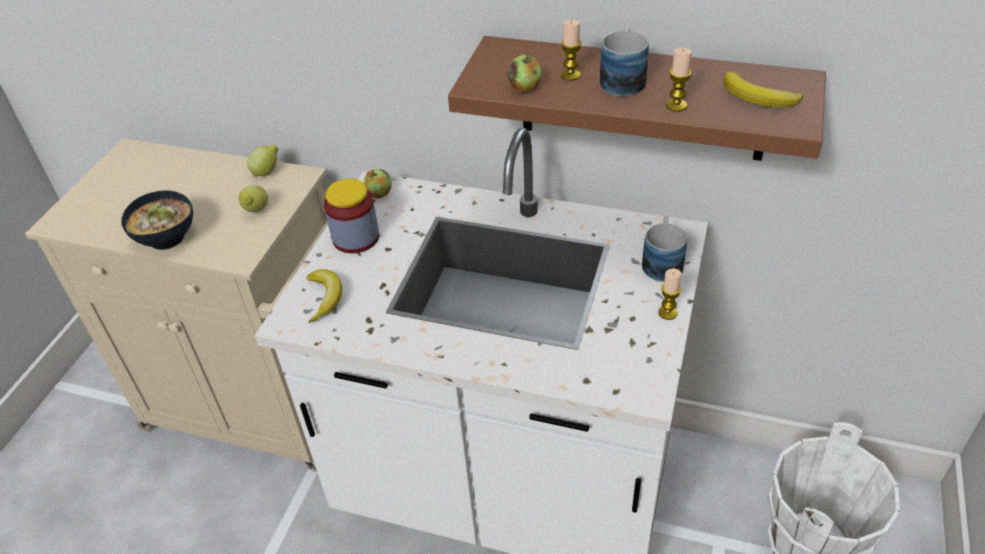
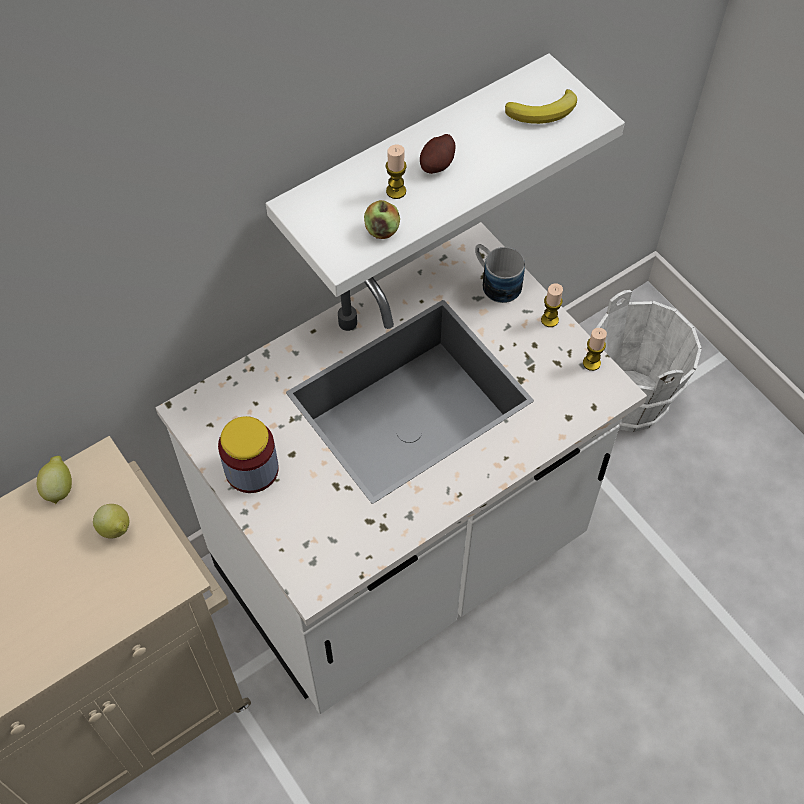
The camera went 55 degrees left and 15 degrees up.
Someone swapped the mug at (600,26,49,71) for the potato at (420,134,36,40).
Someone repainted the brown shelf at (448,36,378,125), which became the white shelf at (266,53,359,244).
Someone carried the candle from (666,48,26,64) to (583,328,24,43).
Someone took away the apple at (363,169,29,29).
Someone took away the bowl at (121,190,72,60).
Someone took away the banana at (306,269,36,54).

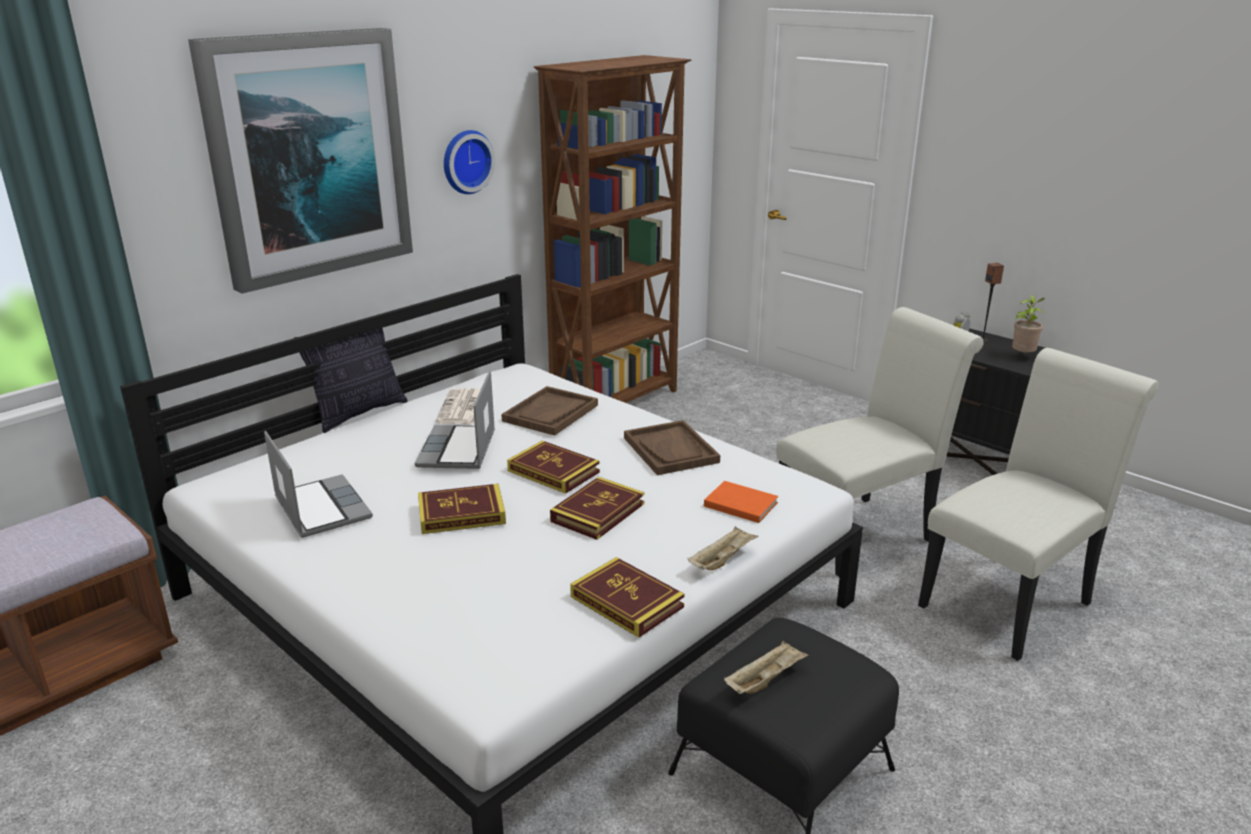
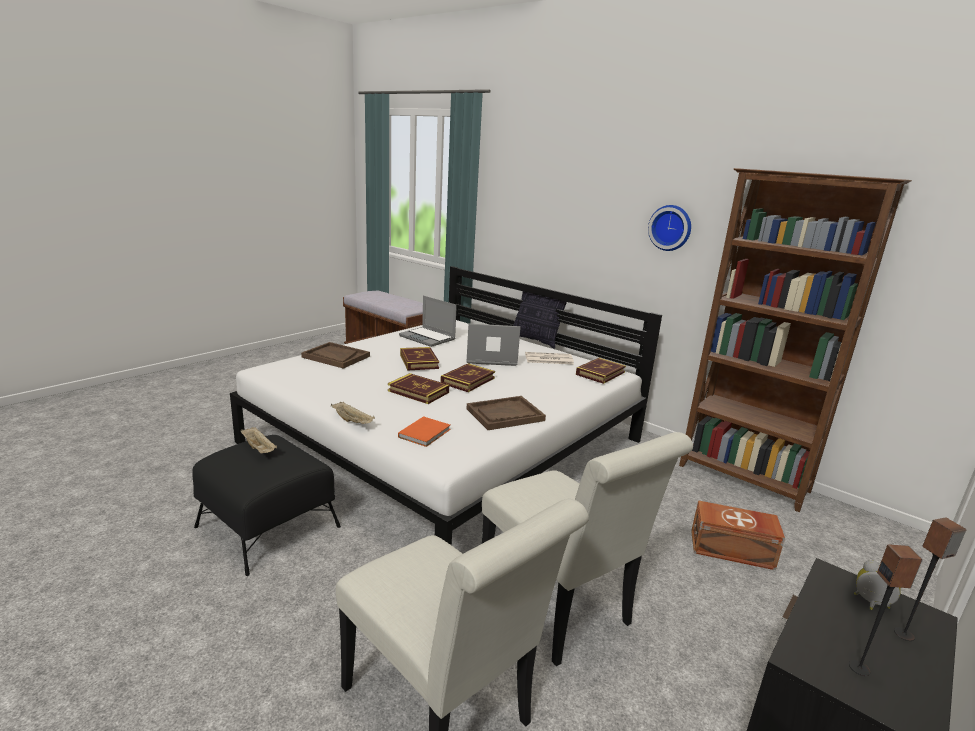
The camera went 85 degrees right and 5 degrees down.
Someone took away the picture at (188,28,225,266).
Someone swapped the potted plant at (1012,295,33,58) for the speaker at (849,544,74,132).
Someone carried the brown tray from (501,386,97,50) to (301,342,69,27).
Someone rotated the laptop at (264,431,109,107) by 75 degrees clockwise.
Someone carried the book from (570,557,115,81) to (576,358,50,26).
Someone put down the brown storage box at (691,500,94,70).

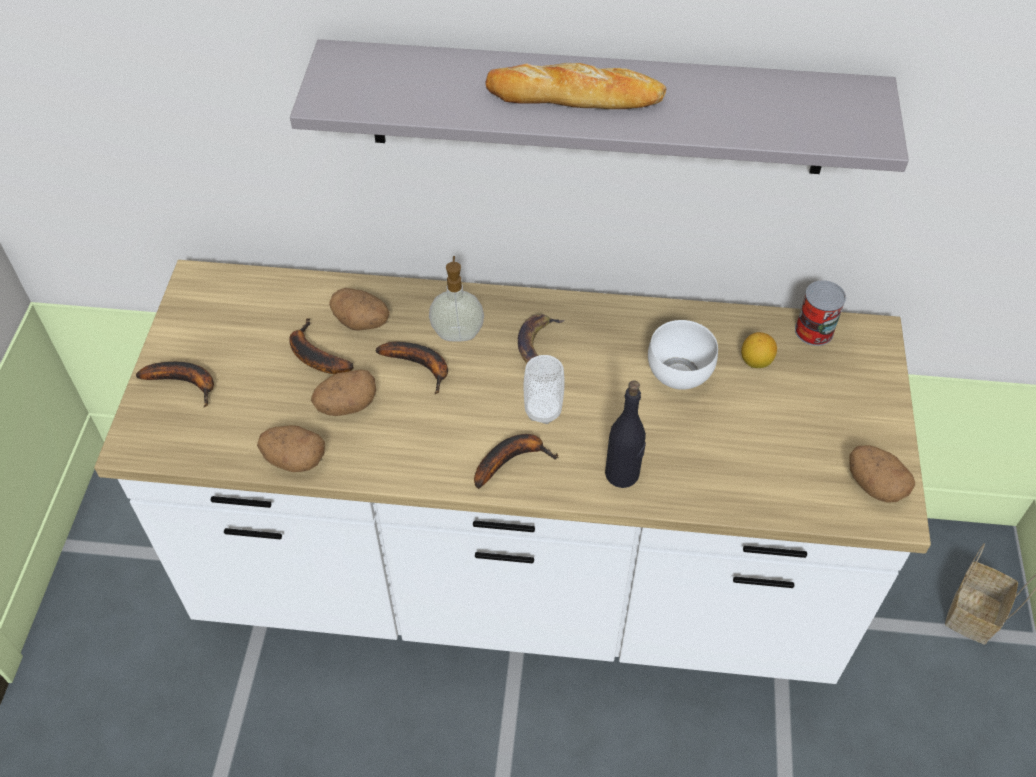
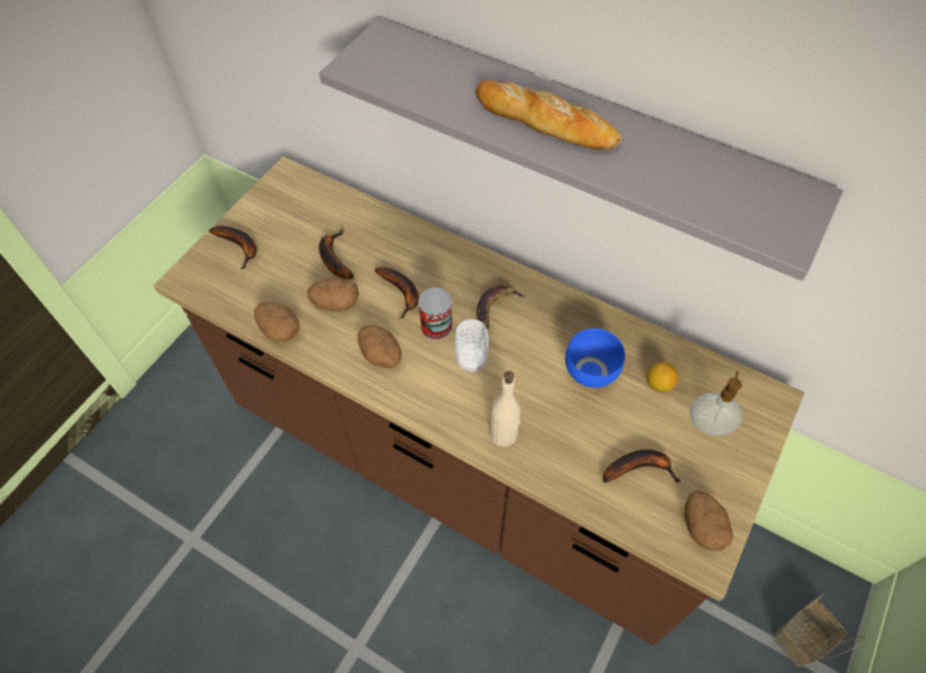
The camera went 25 degrees right and 5 degrees up.
Someone carried the soap dispenser from (429,256,55,85) to (690,371,53,65).
Someone repainted the white counter at (94,260,837,424), which became the brown counter at (153,156,651,490).
Someone carried the can from (795,280,51,66) to (418,287,35,53).
Someone carried the potato from (329,288,61,43) to (358,325,44,43).
Someone repainted the white bowl at (648,320,70,70), which became the blue bowl at (565,328,60,60).
Someone repainted the black bottle at (605,380,41,108), which became the beige bottle at (490,371,31,76).
Someone carried the banana from (474,434,85,55) to (603,449,78,34).

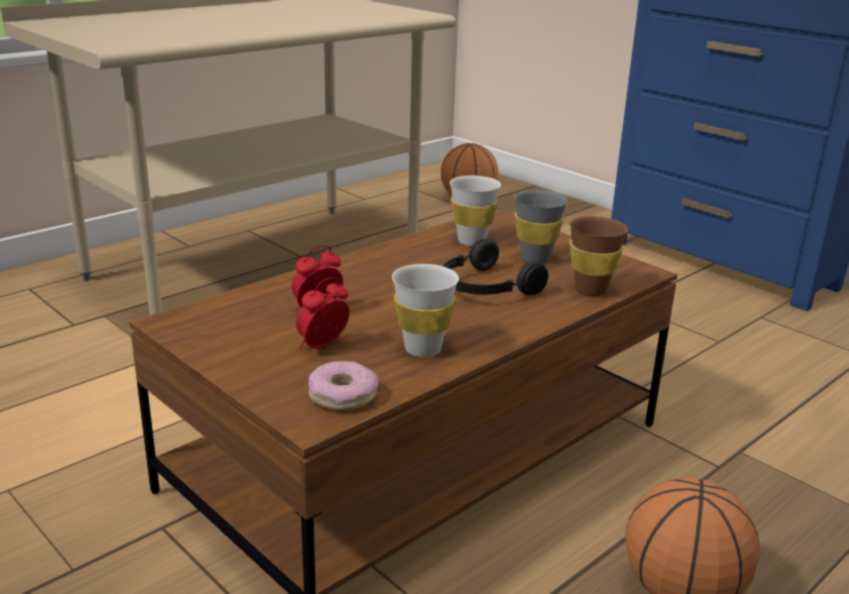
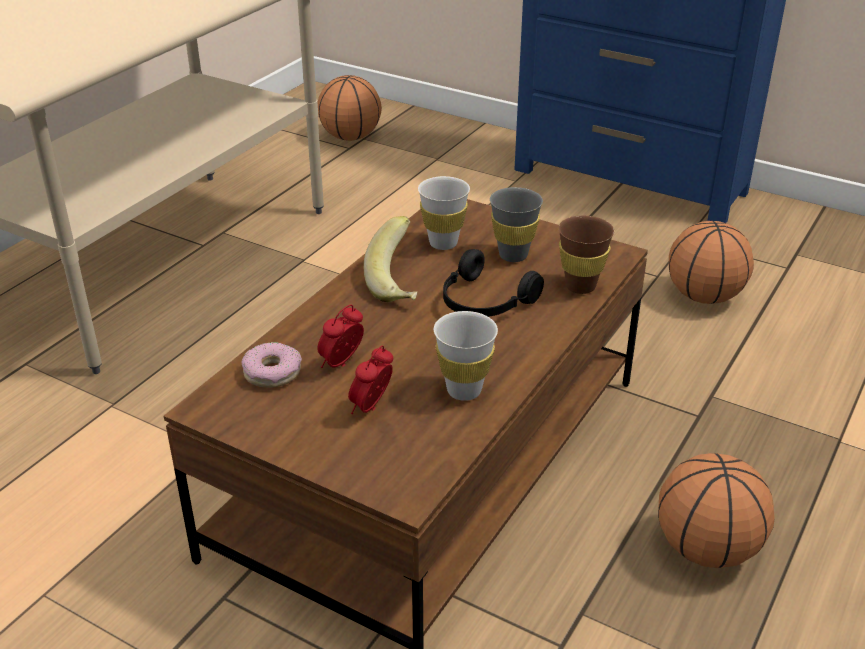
The camera went 15 degrees left and 10 degrees up.
Someone carried the donut from (309,361,70,50) to (242,342,60,46).
Someone put down the banana at (364,216,53,86).
Someone put down the basketball at (669,221,85,83).

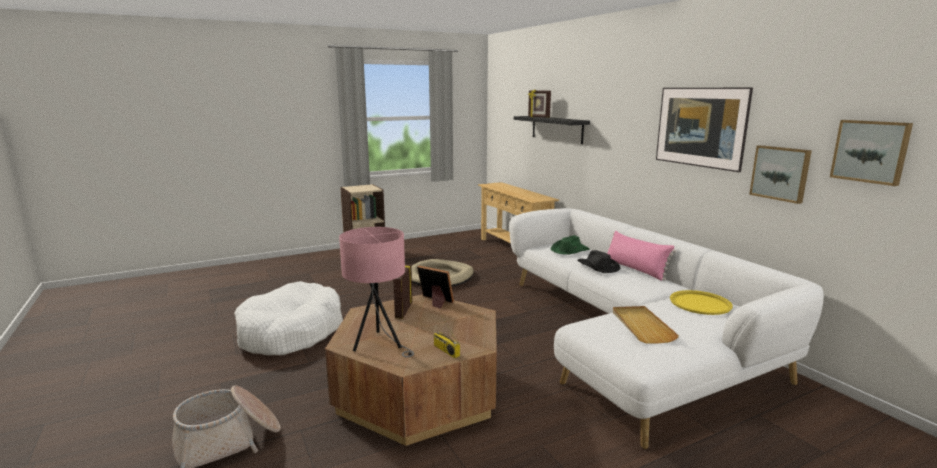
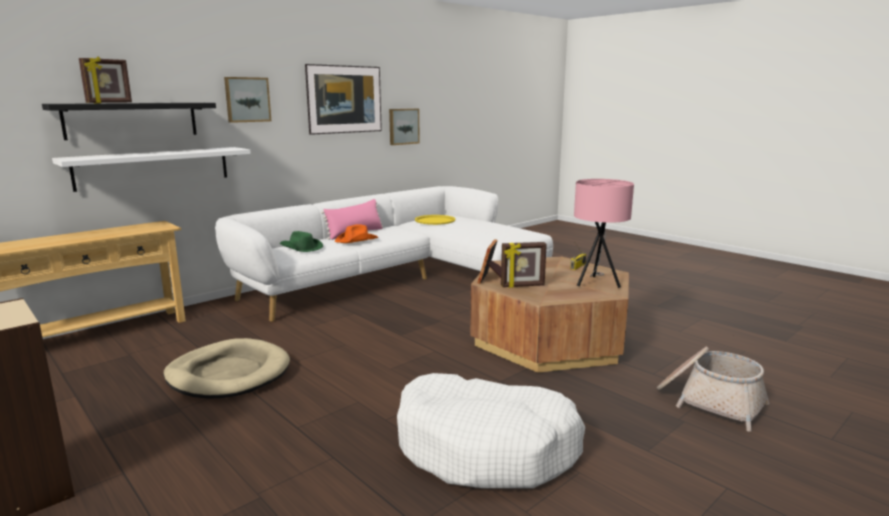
The camera went 105 degrees left and 0 degrees up.
Someone carried the picture from (830,120,83,66) to (224,77,47,46).
Someone repainted the black hat at (577,250,43,23), which became the orange hat at (335,224,43,19).
Someone took away the beige tray at (613,306,66,38).
Someone put up the white shelf at (52,147,199,45).

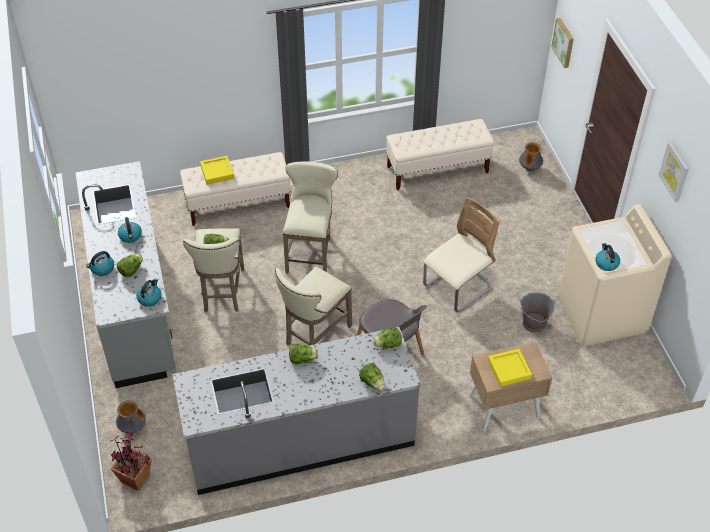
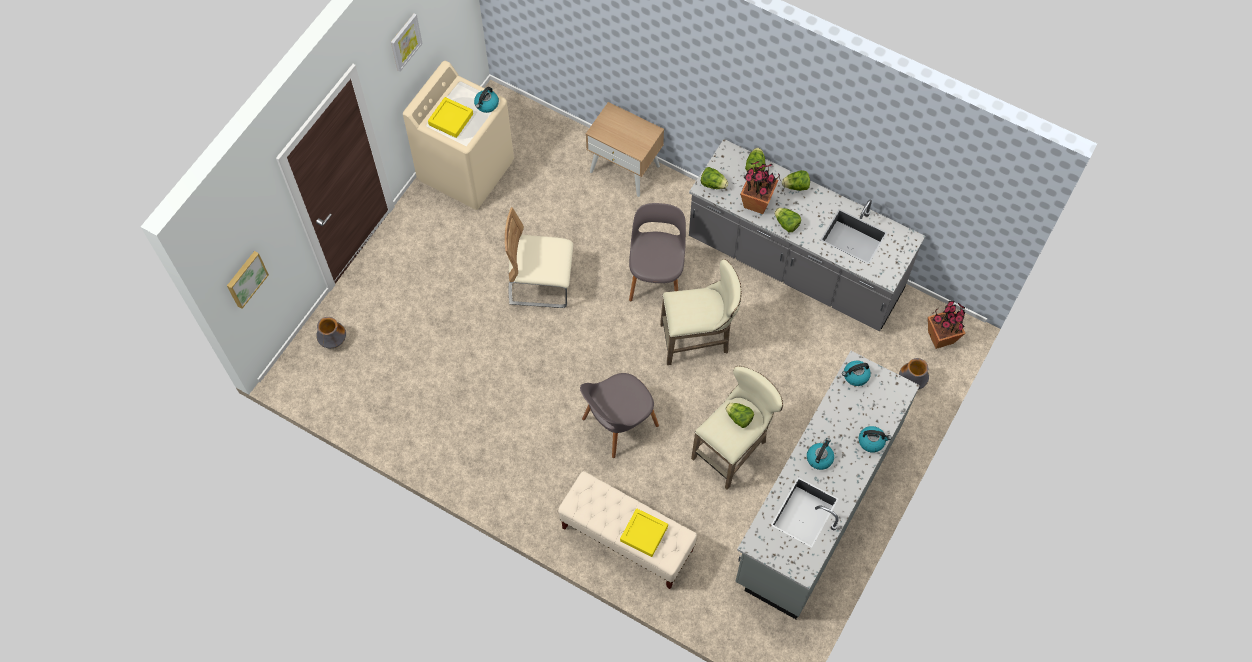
The camera went 135 degrees left and 15 degrees up.
Someone took away the beige bench at (386,119,108,71).
Someone swapped the beige stool at (282,161,56,113) for the grey chair at (580,373,79,85).
Someone carried the lettuce from (117,254,26,23) to (782,170,28,21).
Someone took away the grey bucket at (520,292,35,41).
Someone carried the yellow tray from (488,349,44,38) to (428,97,45,41).
Someone put down the potted plant at (740,161,41,53).

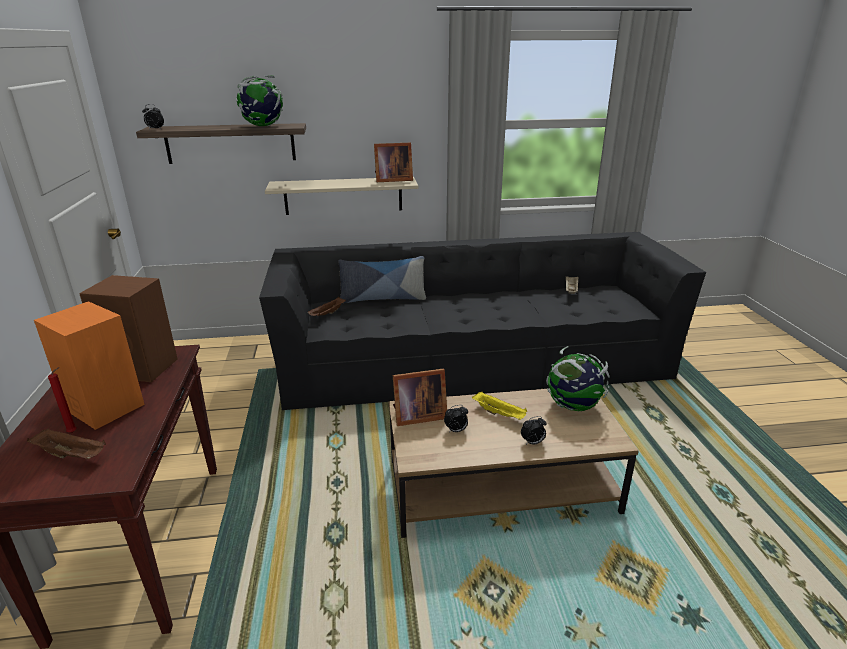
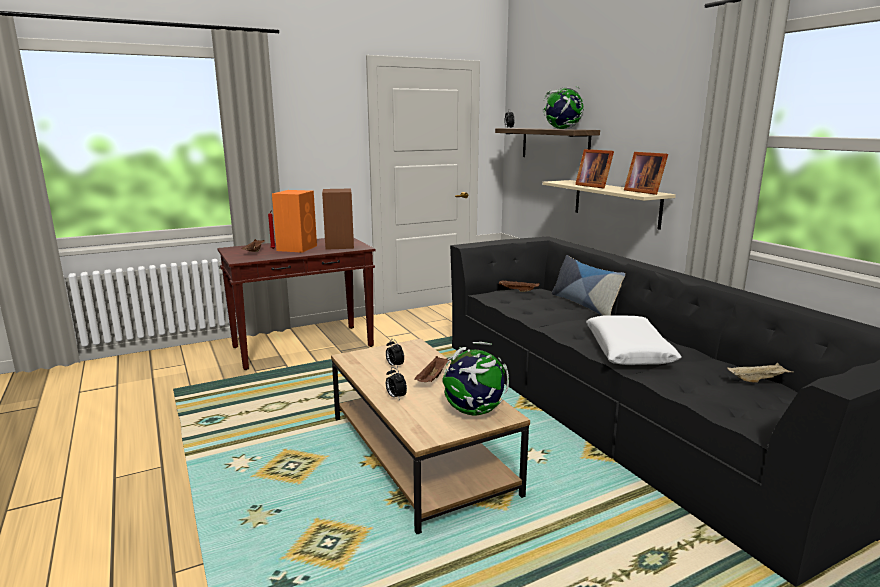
The camera went 70 degrees right and 10 degrees down.
Someone carried the picture frame from (393,369,54,57) to (575,149,39,40).
Someone repainted the yellow tray at (472,391,55,29), which became the brown tray at (414,356,34,26).
Someone put down the white pillow at (586,315,96,50).

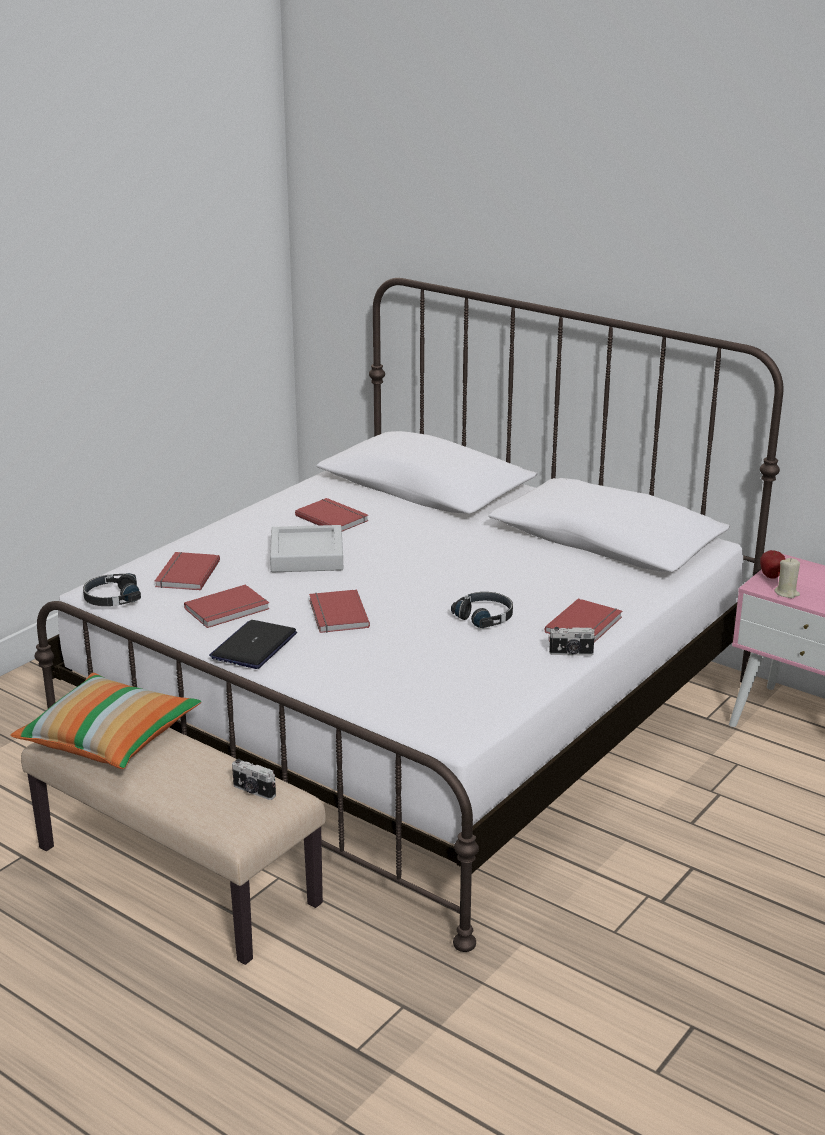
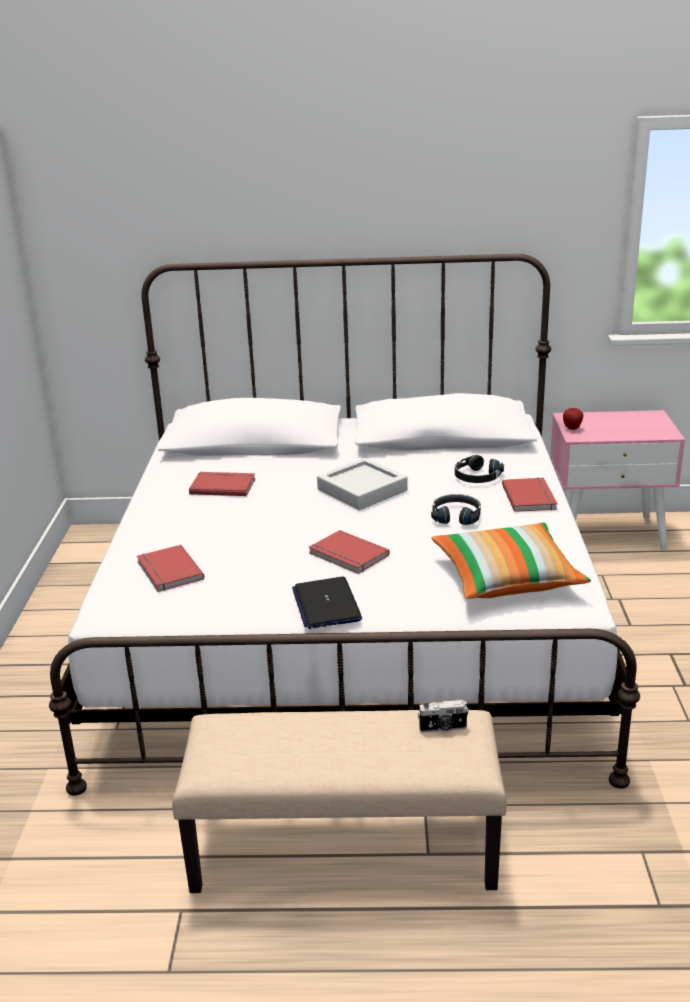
The camera went 35 degrees left and 0 degrees up.
Someone carried the grey tray from (270,525,73,47) to (317,458,91,52).
Someone took away the beige candle at (774,558,26,40).
Someone carried the black headphones from (83,573,58,33) to (455,455,49,28).
Someone took away the red book at (184,584,86,44).
Someone took away the photo camera at (548,627,48,29).
Someone carried the pillow from (11,673,190,96) to (431,523,160,76).

